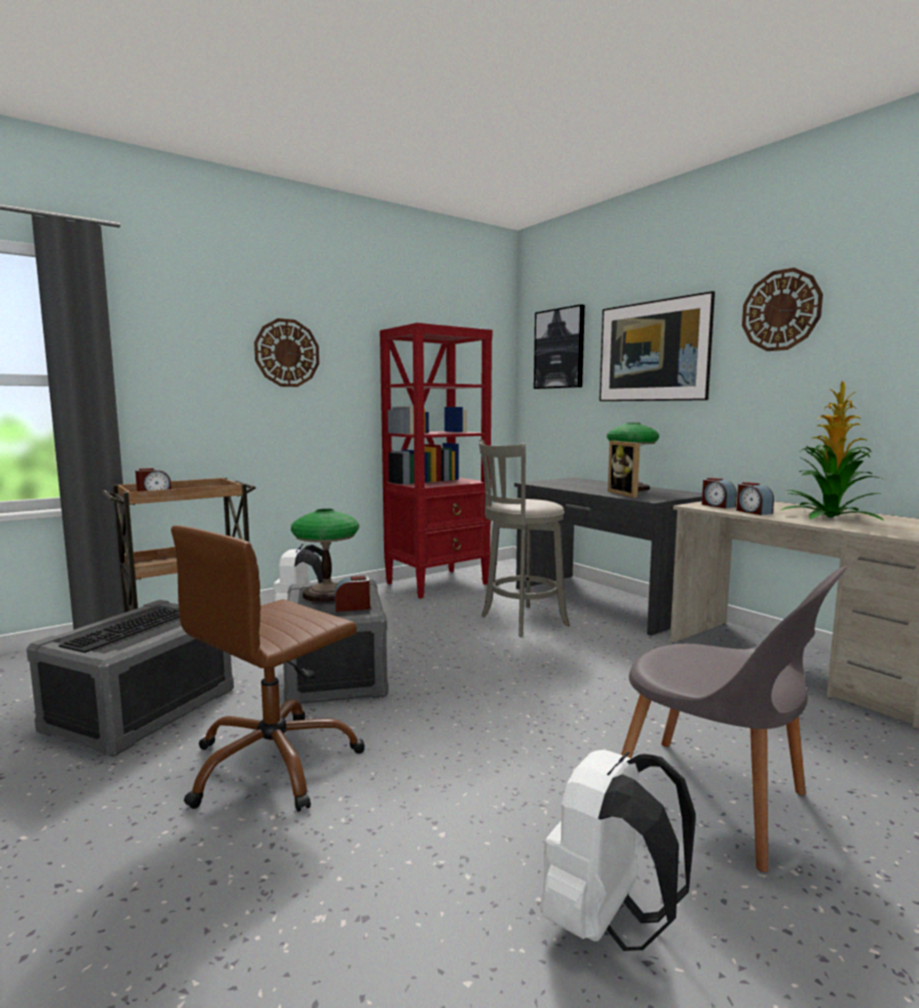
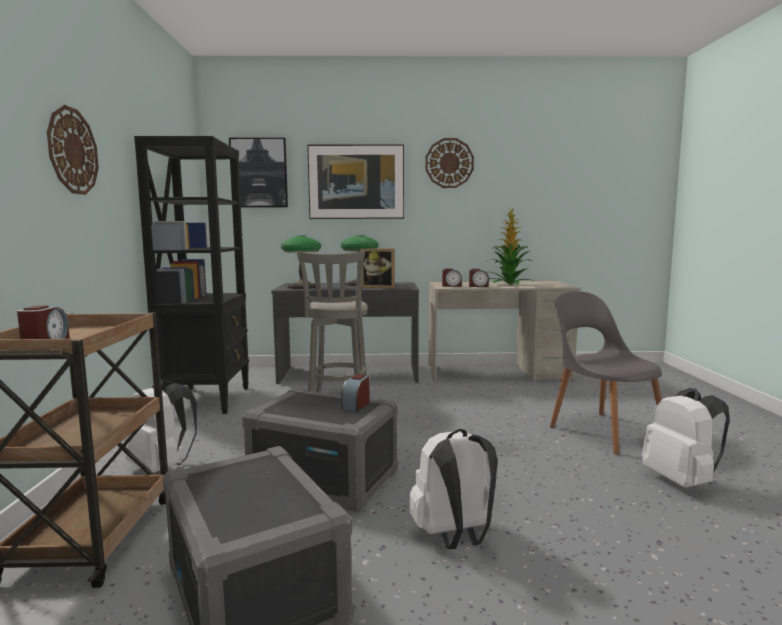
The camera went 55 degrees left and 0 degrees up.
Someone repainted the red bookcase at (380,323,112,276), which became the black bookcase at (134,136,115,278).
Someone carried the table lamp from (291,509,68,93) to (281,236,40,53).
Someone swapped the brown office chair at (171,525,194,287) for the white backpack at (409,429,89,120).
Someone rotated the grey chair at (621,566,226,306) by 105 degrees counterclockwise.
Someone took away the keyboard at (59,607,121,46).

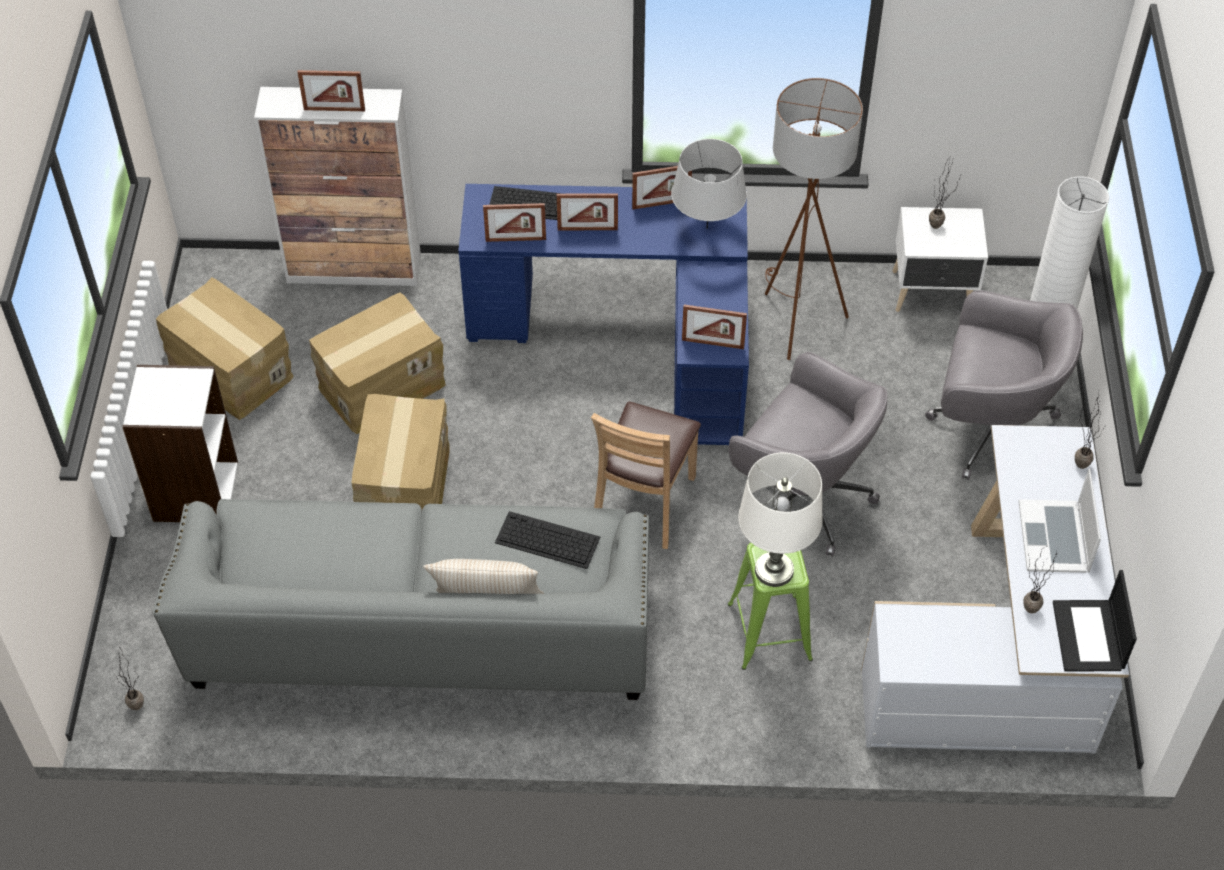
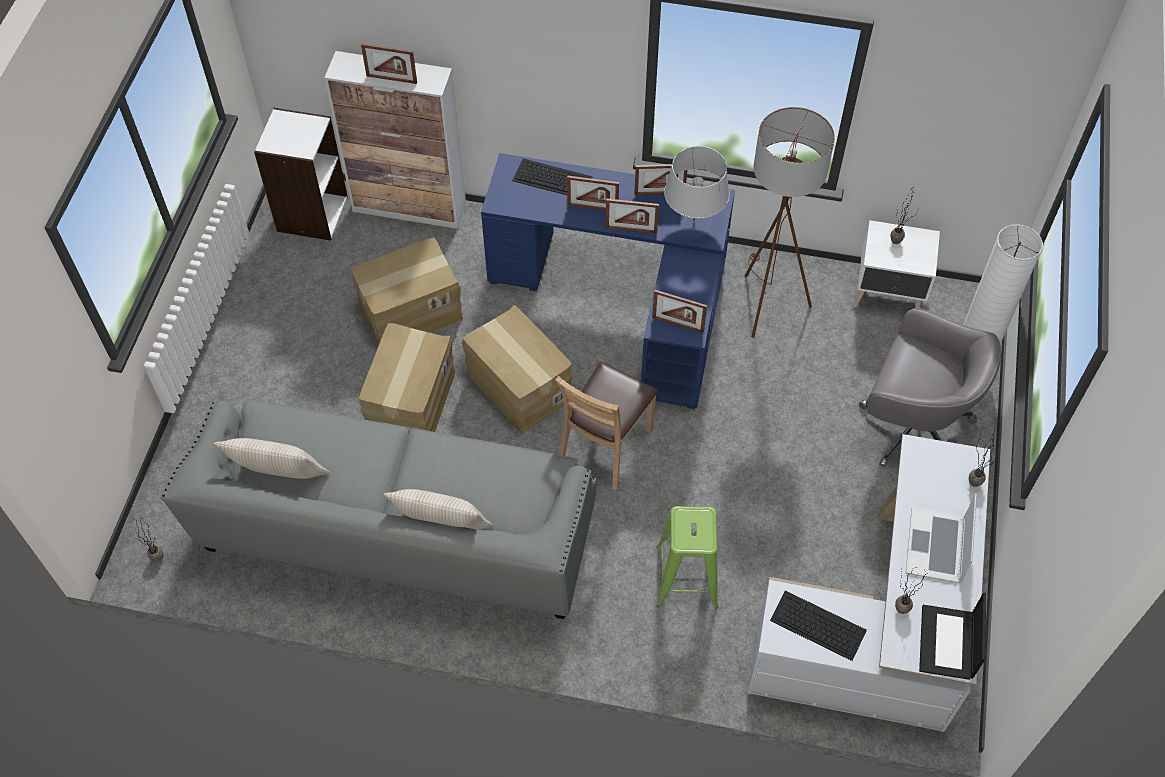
The camera went 10 degrees right and 5 degrees up.
Someone carried the picture frame from (483,203,63,39) to (605,199,54,34).
Someone carried the cardboard box from (156,277,138,143) to (462,305,111,128).
Someone took away the grey office chair at (728,352,159,205).
Someone carried the white bookcase from (122,365,116,157) to (254,108,94,133).
Someone took away the white table lamp at (738,453,85,134).
Someone carried the keyboard from (495,511,105,58) to (770,591,97,70).
Someone put down the beige pillow at (214,438,116,41).

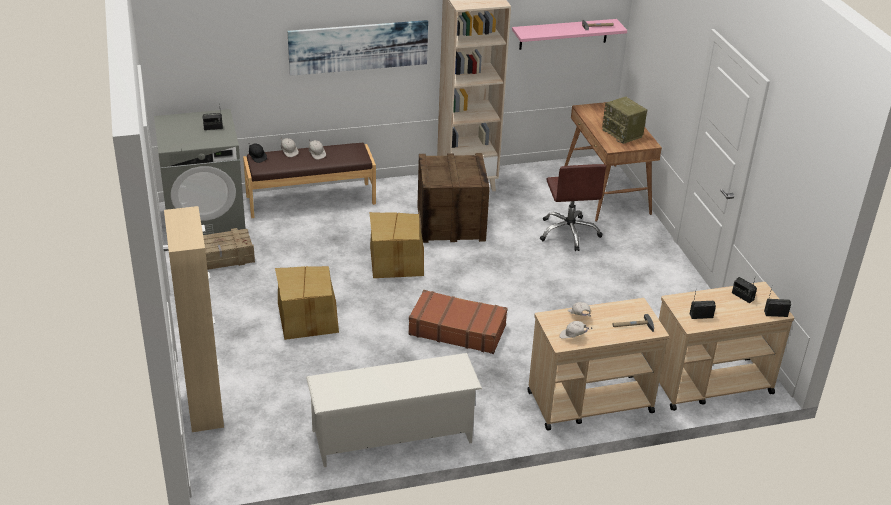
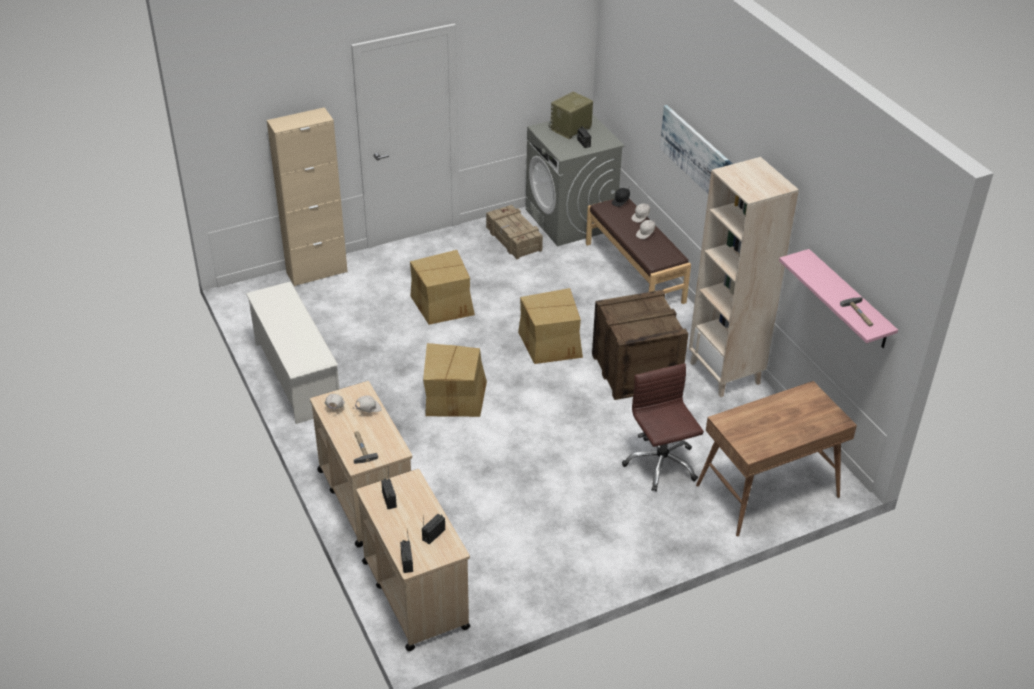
The camera went 80 degrees right and 5 degrees up.
Someone carried the radio from (602,97,45,47) to (549,91,44,48).
Someone rotated the brown office chair at (540,164,66,87) by 90 degrees clockwise.
Someone swapped the brown suitcase at (408,290,100,64) for the cardboard box at (423,343,64,74).

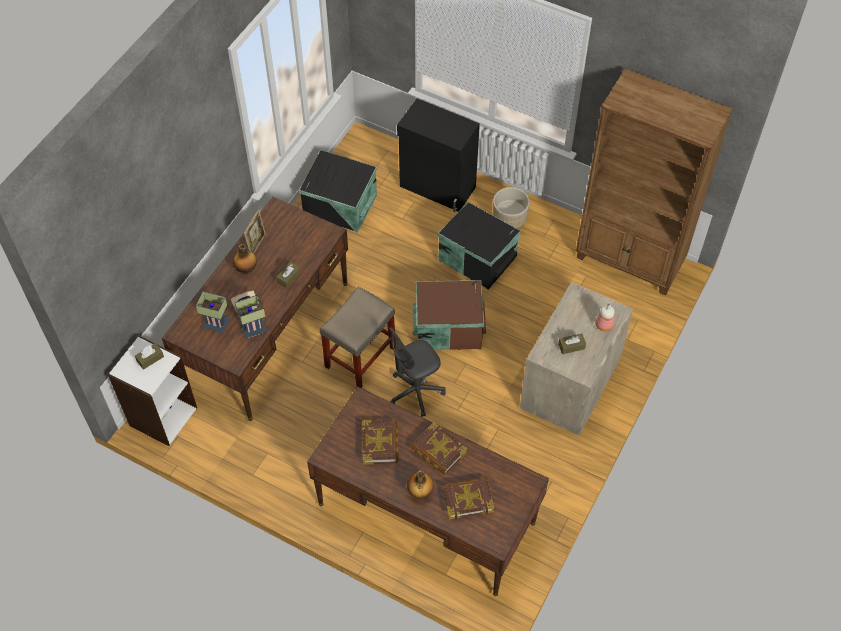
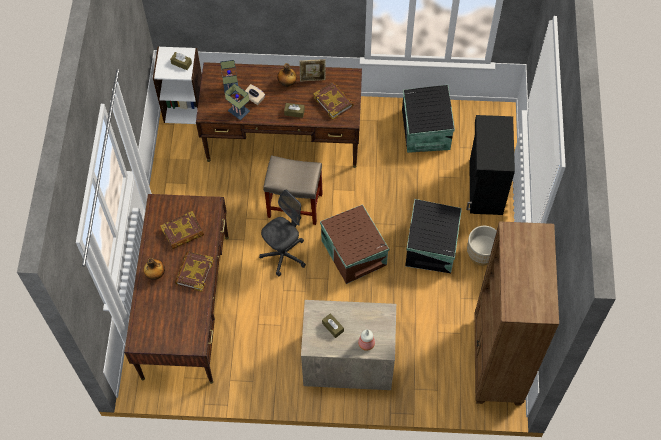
The camera went 65 degrees right and 5 degrees up.
Someone rotated the grey office chair at (389,327,57,90) by 105 degrees clockwise.
Someone carried the book from (442,477,52,43) to (313,82,41,37).

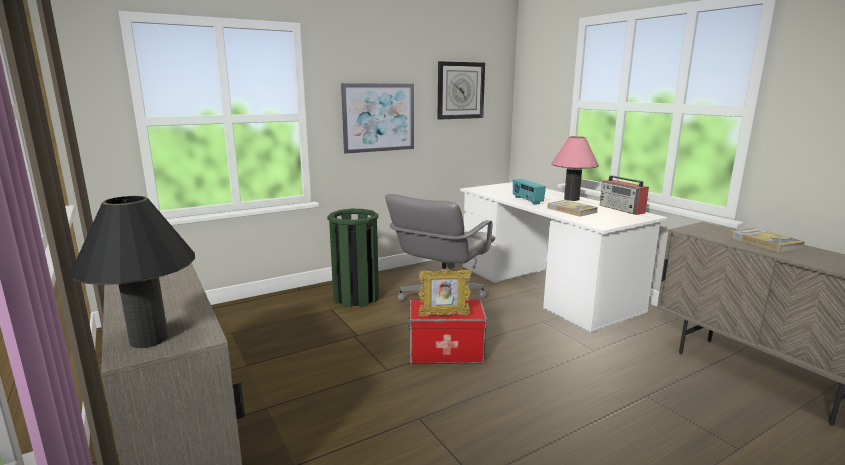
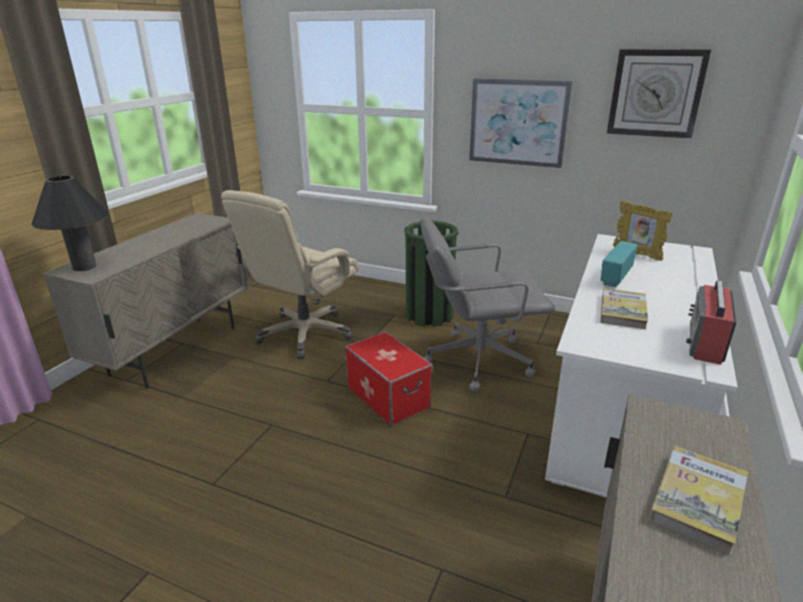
The camera went 55 degrees right and 10 degrees up.
Someone took away the pink table lamp at (552,136,47,65).
Someone carried the picture frame from (418,270,54,46) to (613,201,60,60).
Someone put down the beige office chair at (221,190,138,169).

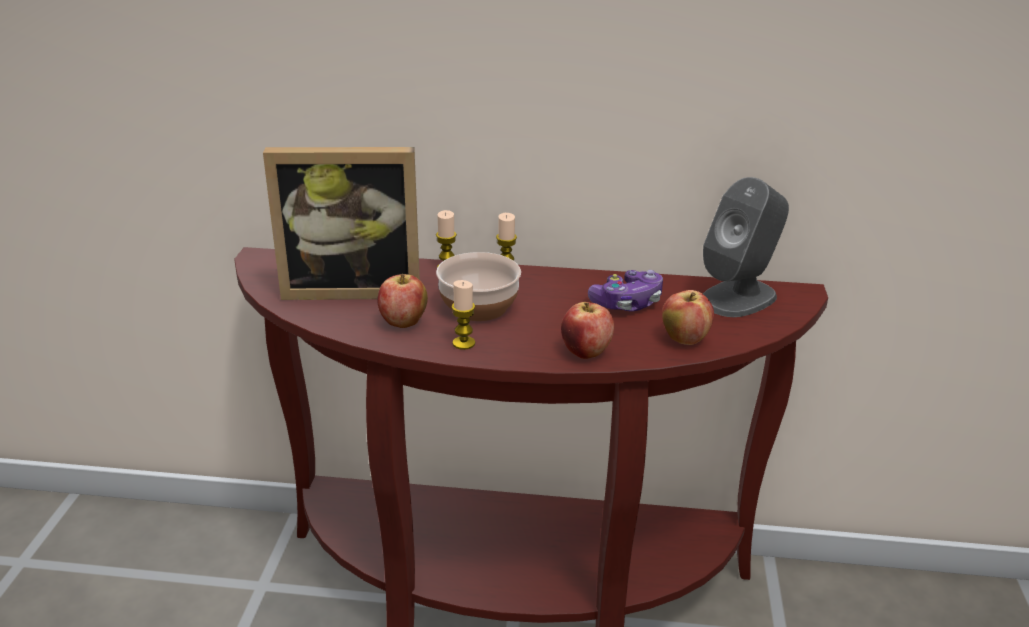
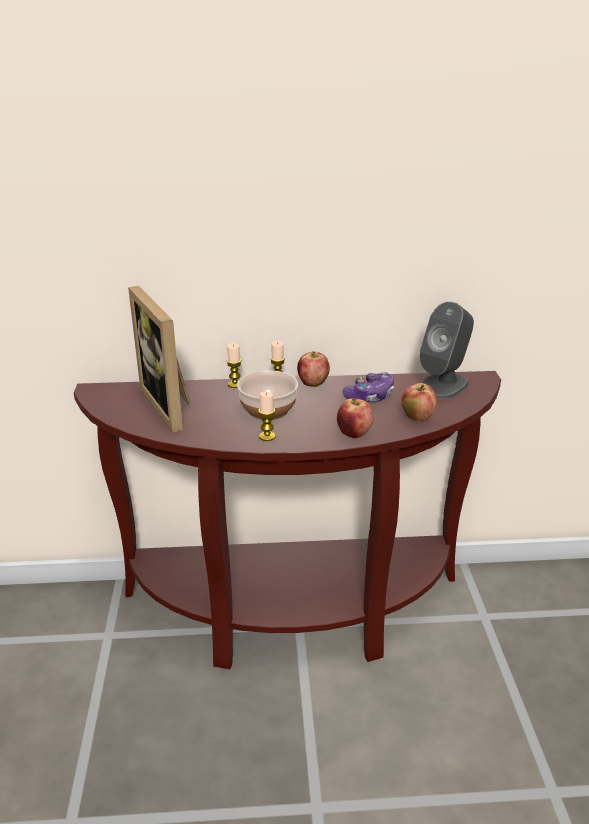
The camera went 10 degrees left and 0 degrees up.
Someone rotated the picture frame at (263,147,157,153) by 75 degrees clockwise.
Someone carried the apple from (377,274,51,54) to (297,351,33,36).

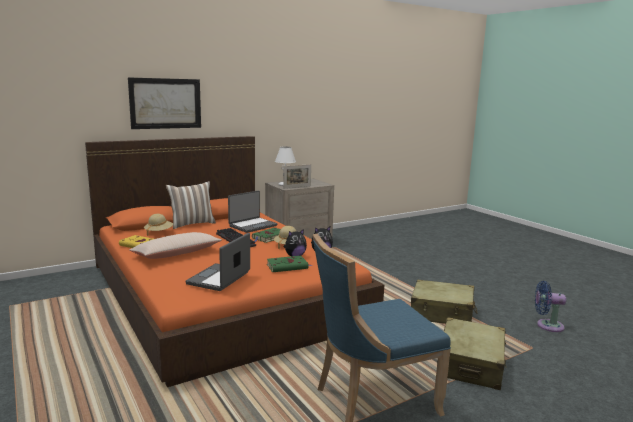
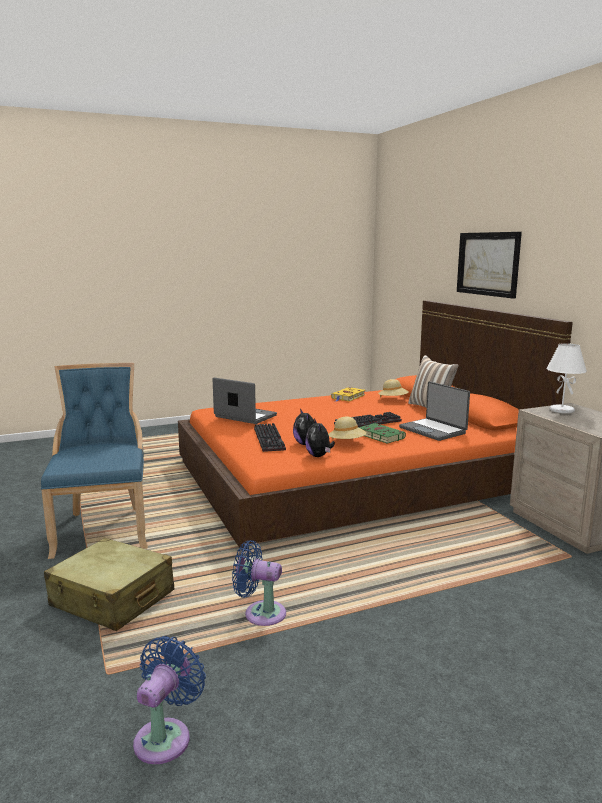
The camera went 100 degrees right and 0 degrees up.
Someone took away the picture frame at (283,164,28,24).
Someone took away the beige pillow at (129,232,93,27).
Someone swapped the green book at (267,256,45,16) for the keyboard at (254,423,32,29).
Someone swapped the beige suitcase at (411,279,67,45) for the blue fan at (232,540,54,86).

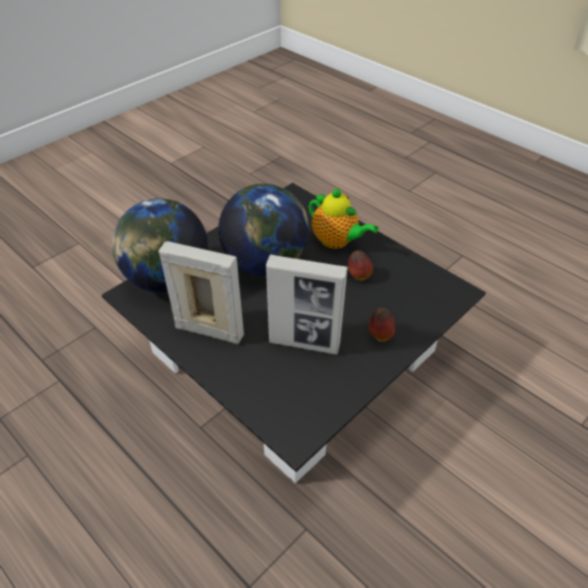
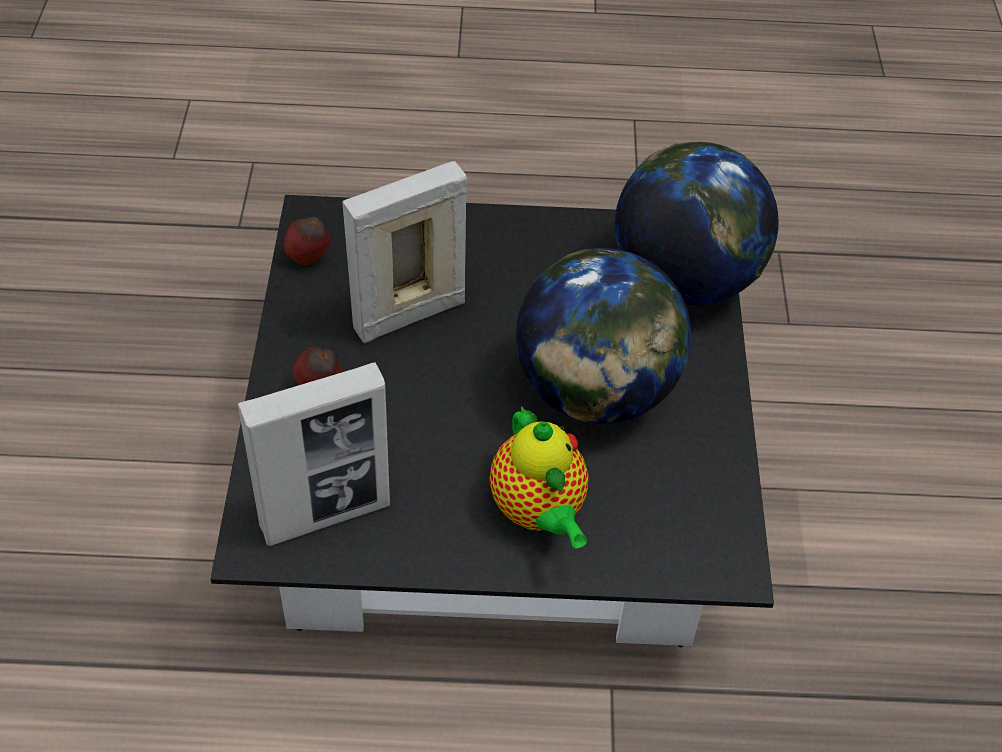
The camera went 135 degrees right and 5 degrees up.
Someone rotated the teapot at (309,188,69,61) by 105 degrees counterclockwise.
Someone carried the picture frame from (158,241,86,103) to (238,363,152,183).
Someone carried the apple from (348,250,25,31) to (284,217,46,48).

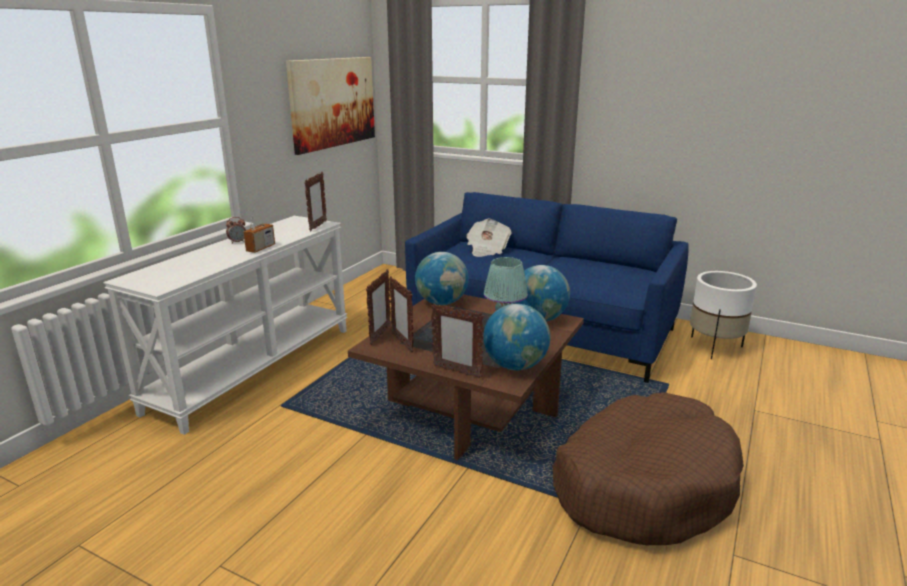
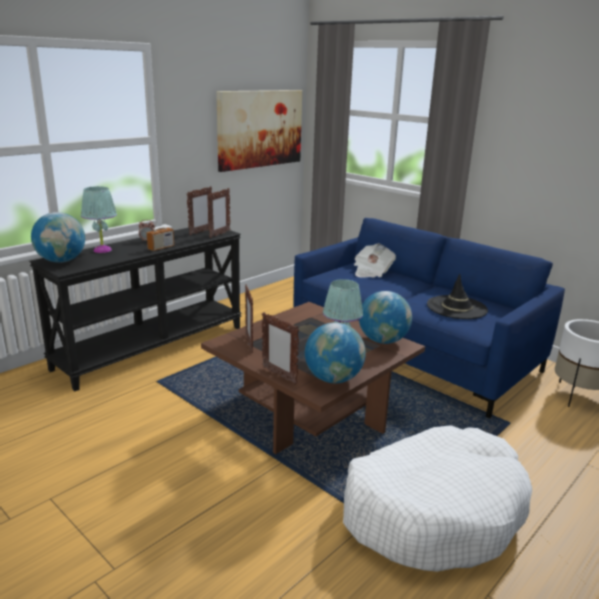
The camera went 15 degrees right and 0 degrees up.
Someone repainted the white console table at (103,216,244,219), which became the black console table at (29,226,212,165).
Someone carried the globe from (415,252,54,53) to (31,212,54,51).
Someone carried the picture frame from (366,269,25,76) to (187,186,25,49).
Someone repainted the brown dog bed at (553,392,191,153), which became the white dog bed at (343,425,189,147).
Someone put down the turquoise table lamp at (81,186,36,67).
Someone put down the black hat at (427,274,61,45).

